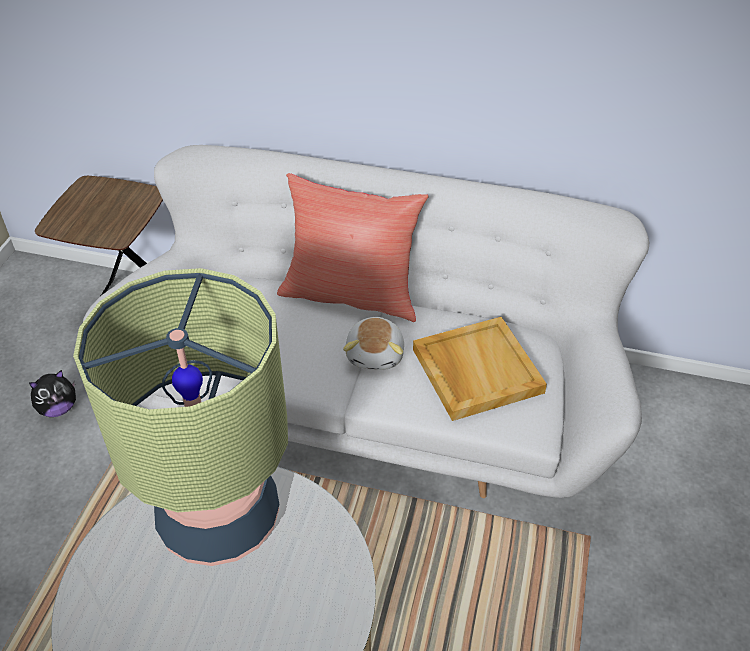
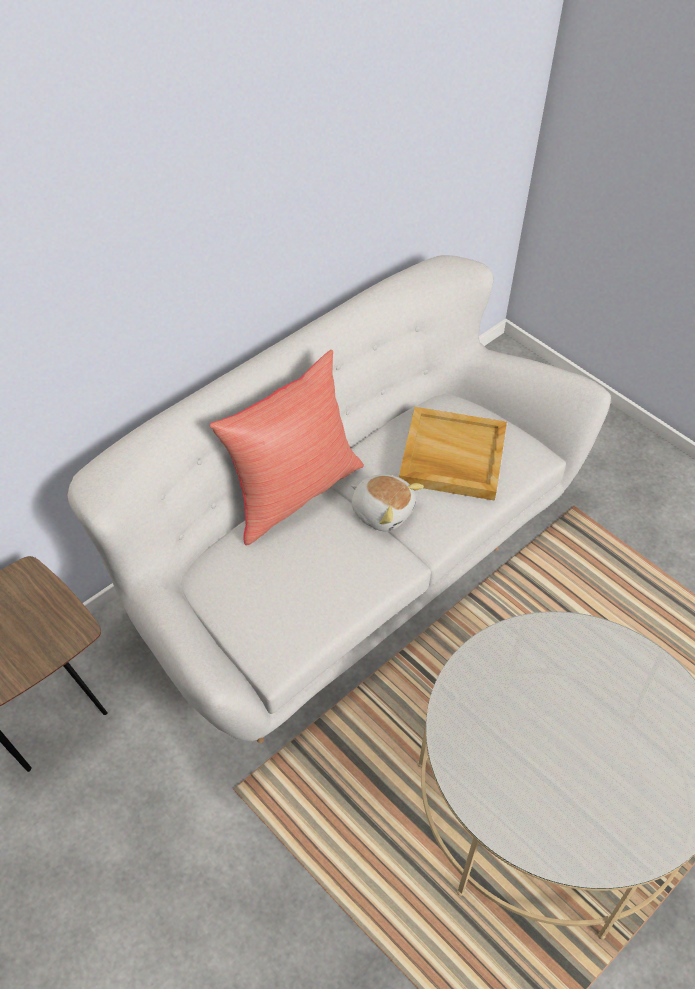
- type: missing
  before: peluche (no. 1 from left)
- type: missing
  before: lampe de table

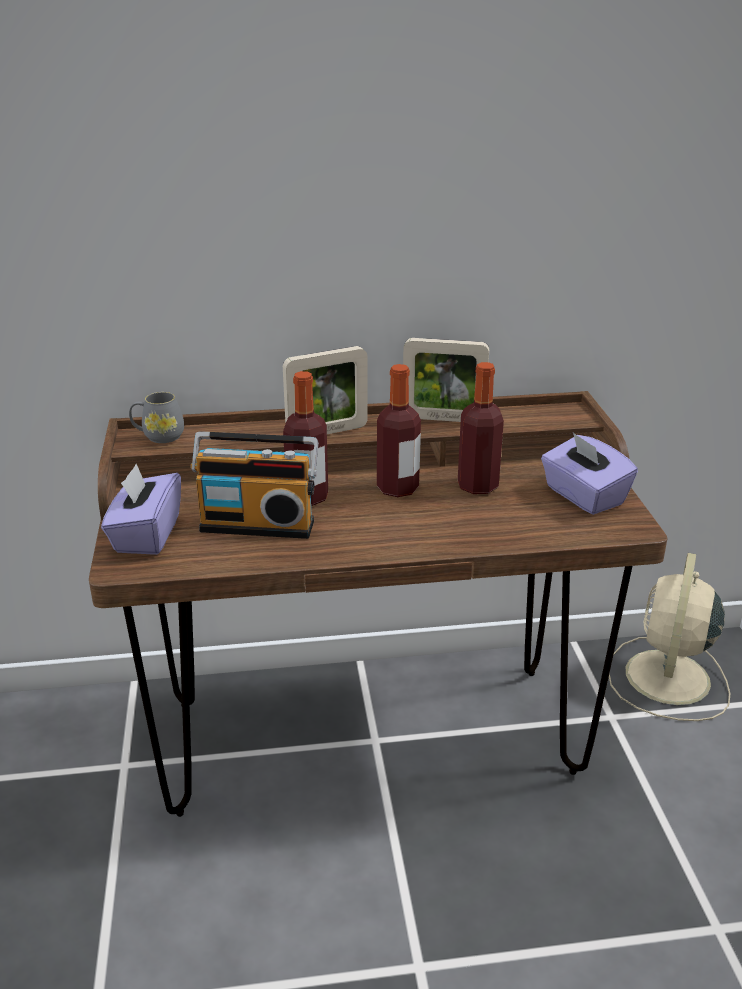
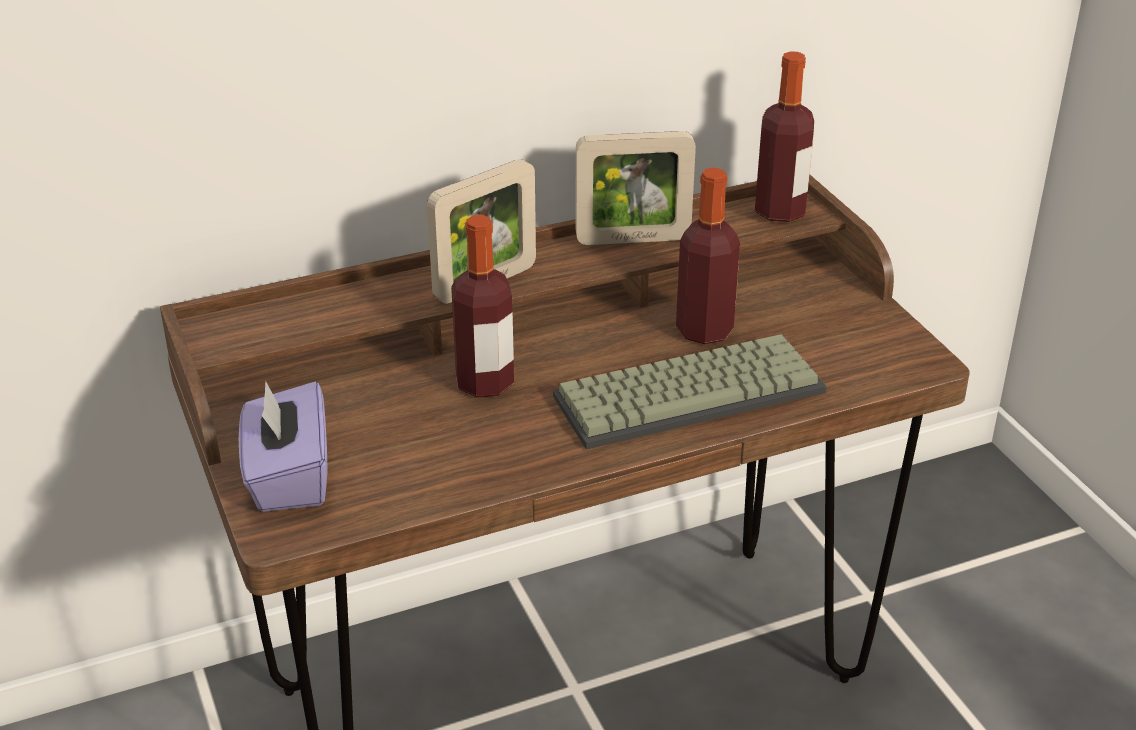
- type: missing
  before: mug (gris)
- type: missing
  before: radio
- type: relocated
  before: bouteille (no. 2 from left in the first image)
  after: bouteille (no. 3 from left)
- type: missing
  before: boîte à mouchoirs (violet) (no. 2 from left)
- type: missing
  before: ventilateur (beige)
- type: appeared
  after: clavier

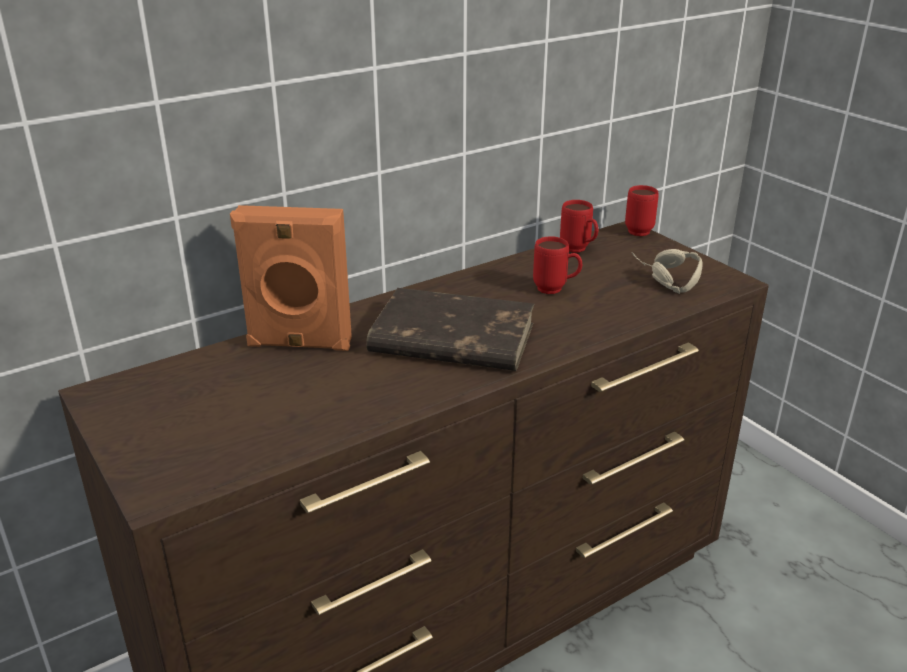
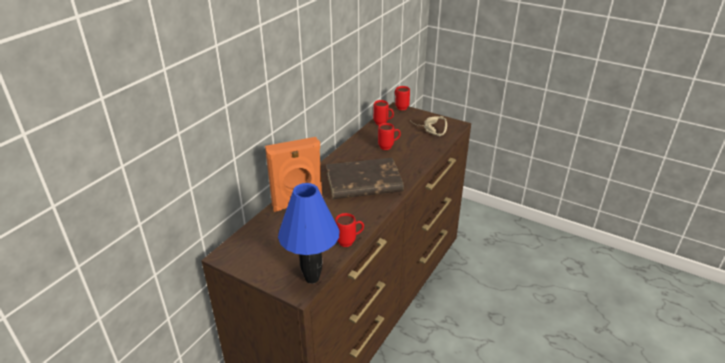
- type: appeared
  after: lampe de table (bleu)
- type: appeared
  after: mug (rouge) (no. 1 from left)

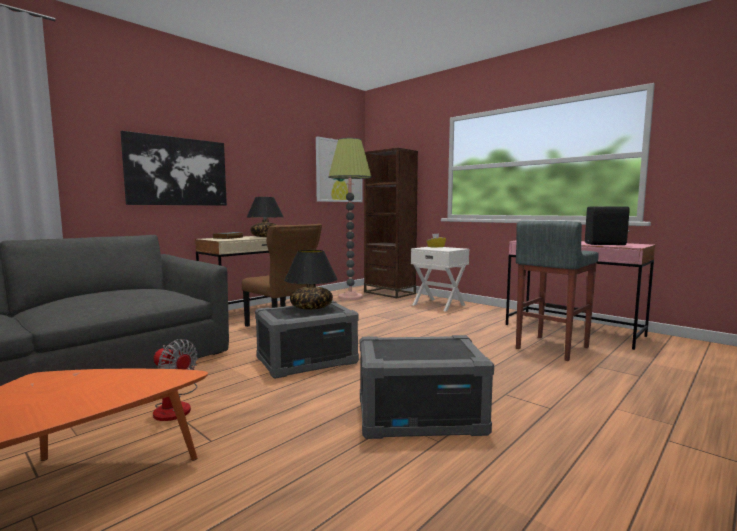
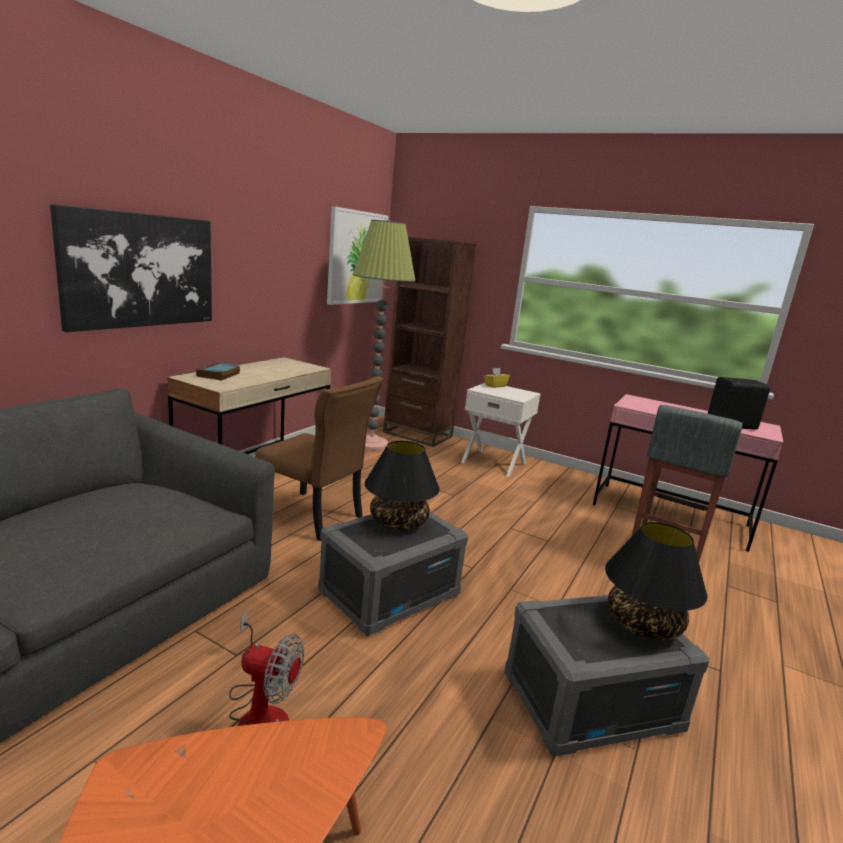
- type: relocated
  before: lampe de table (noir) (no. 1 from left in the first image)
  after: lampe de table (noir) (no. 2 from left)

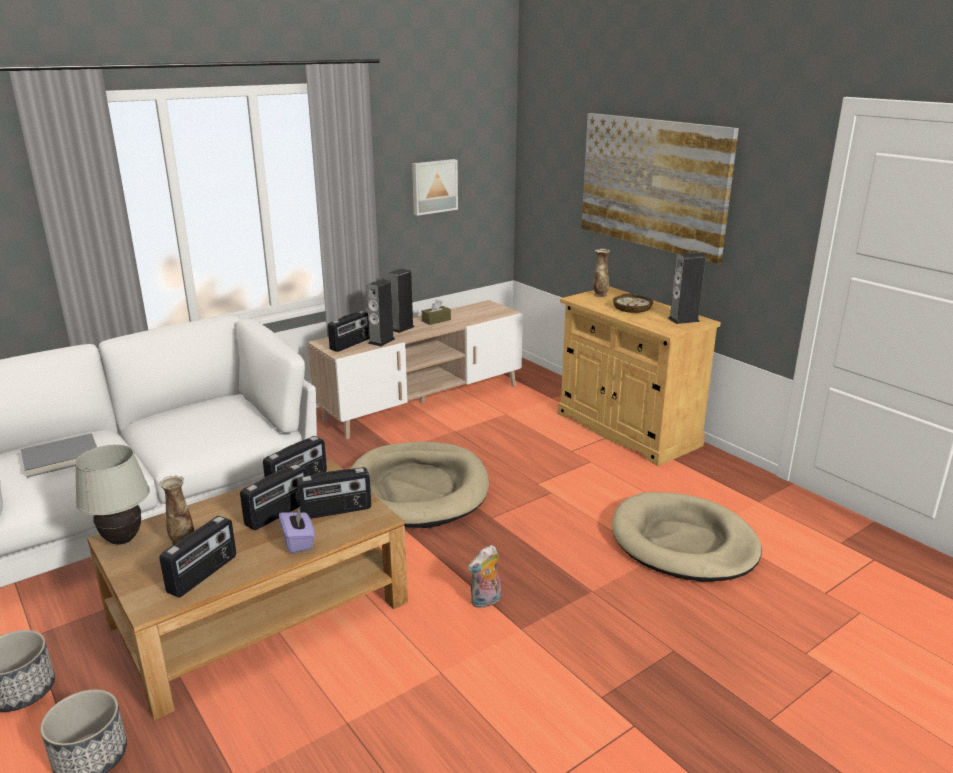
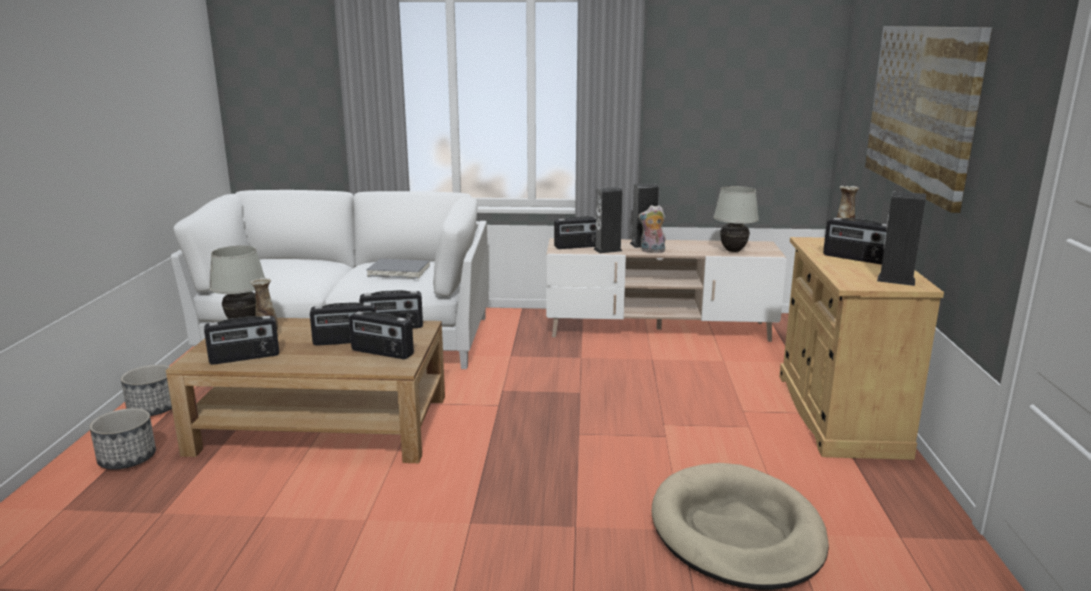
- type: relocated
  before: livre (gris)
- type: missing
  before: boîte à mouchoirs (violet)
- type: missing
  before: panier pour chien (beige) (no. 1 from left)
- type: missing
  before: tableau (no. 1 from left)
- type: missing
  before: boîte à mouchoirs (marron)
- type: relocated
  before: peluche
- type: exchanged
  before: bol
  after: radio (no. 6 from left)
- type: appeared
  after: lampe de table (blanc) (no. 2 from left)

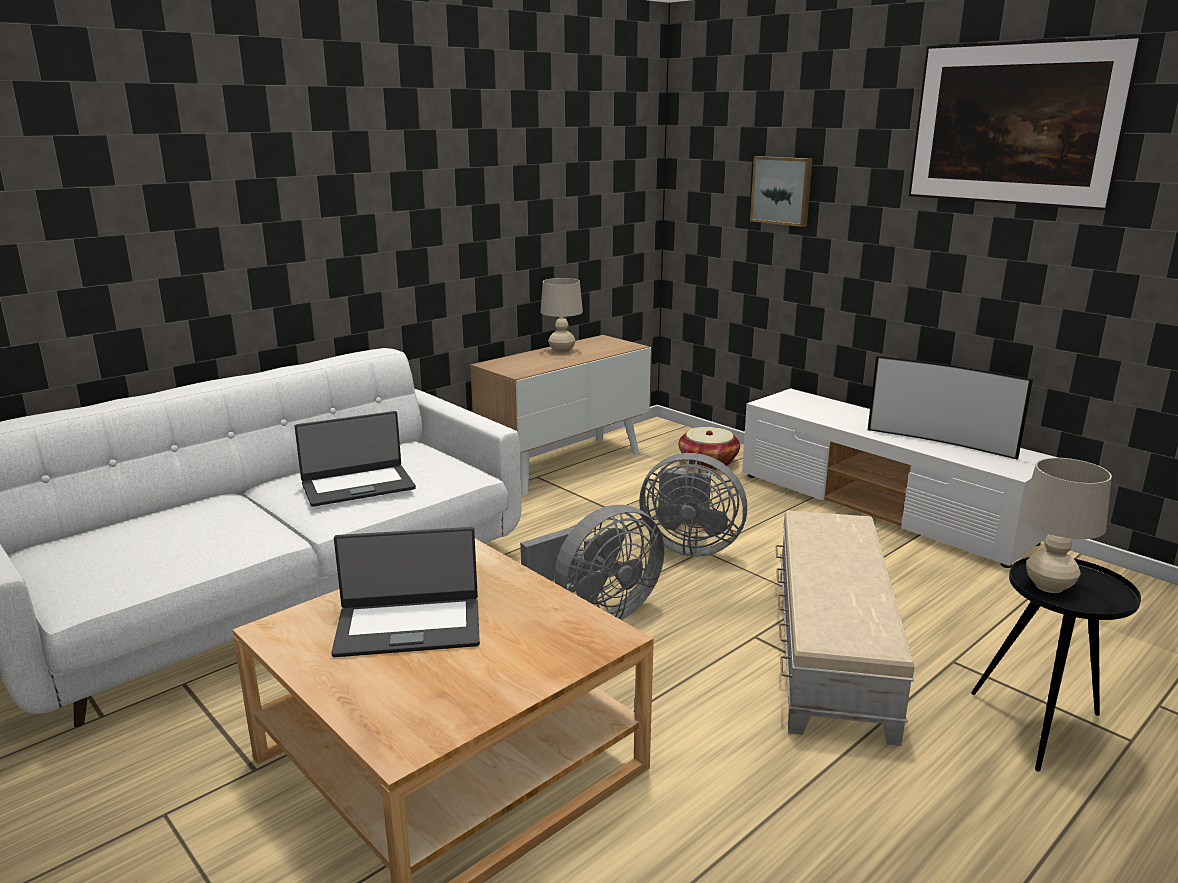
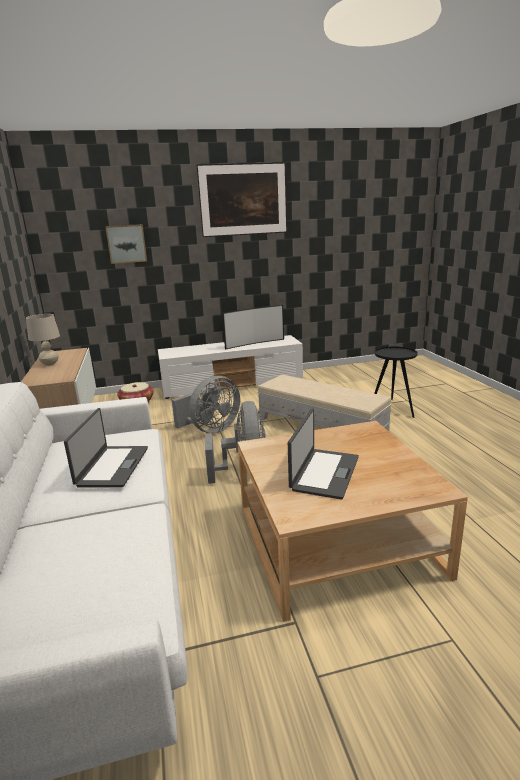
- type: missing
  before: lampe de table (beige) (no. 2 from left)

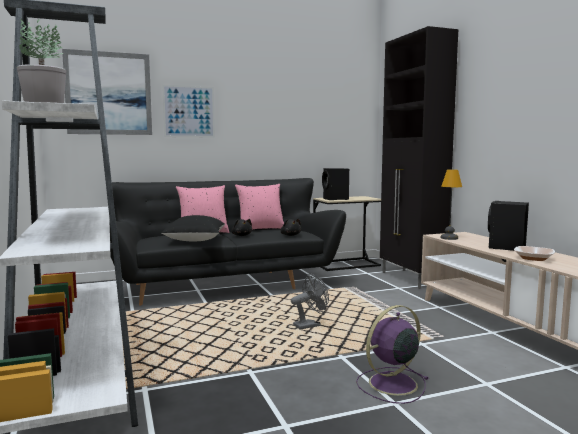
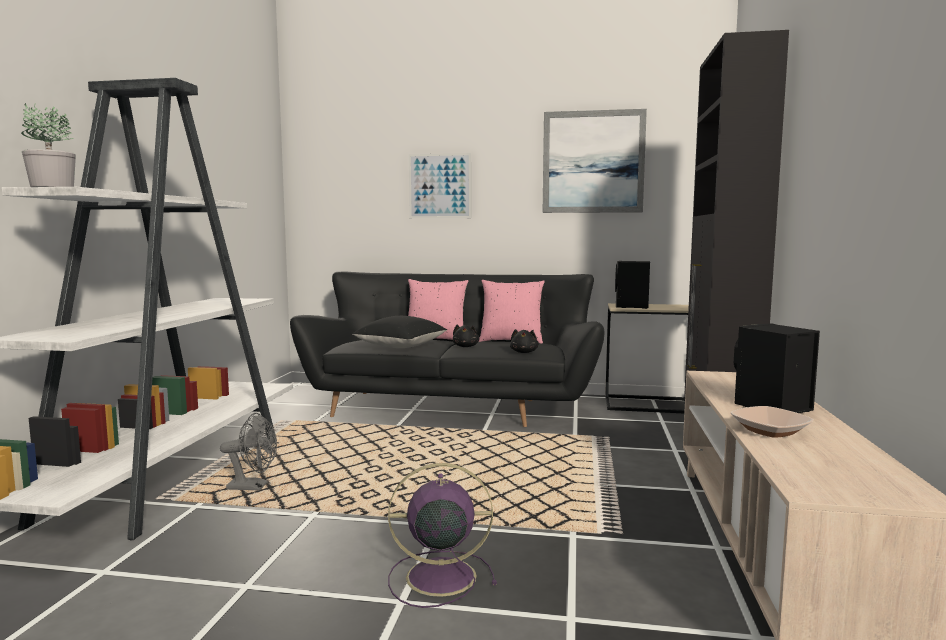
- type: relocated
  before: tableau (no. 1 from left in the first image)
  after: tableau (no. 2 from left)
- type: relocated
  before: ventilateur (gris)
- type: missing
  before: lampe de table

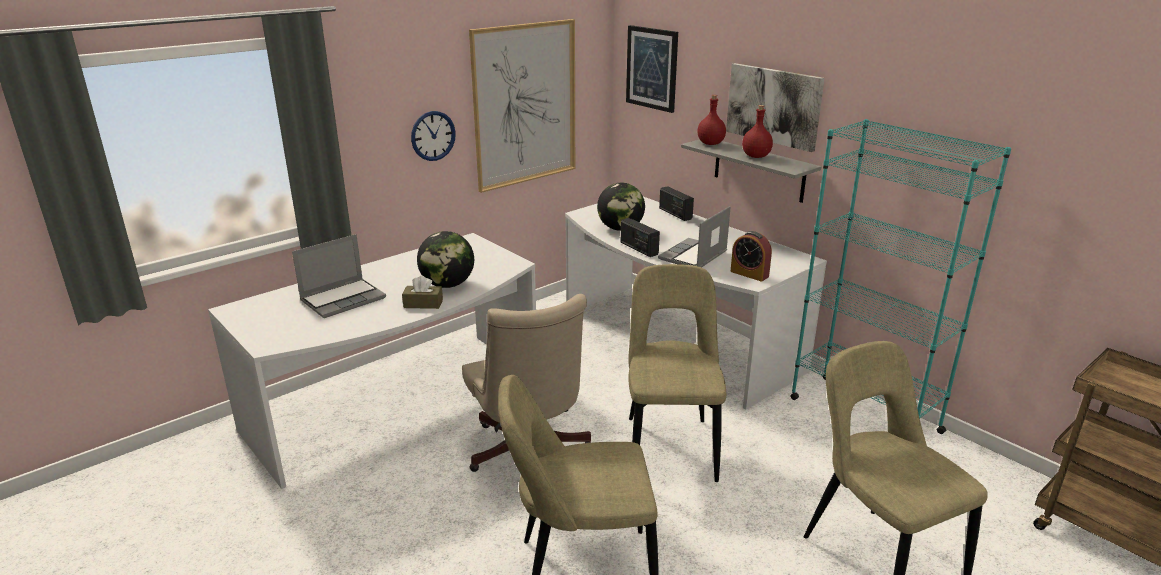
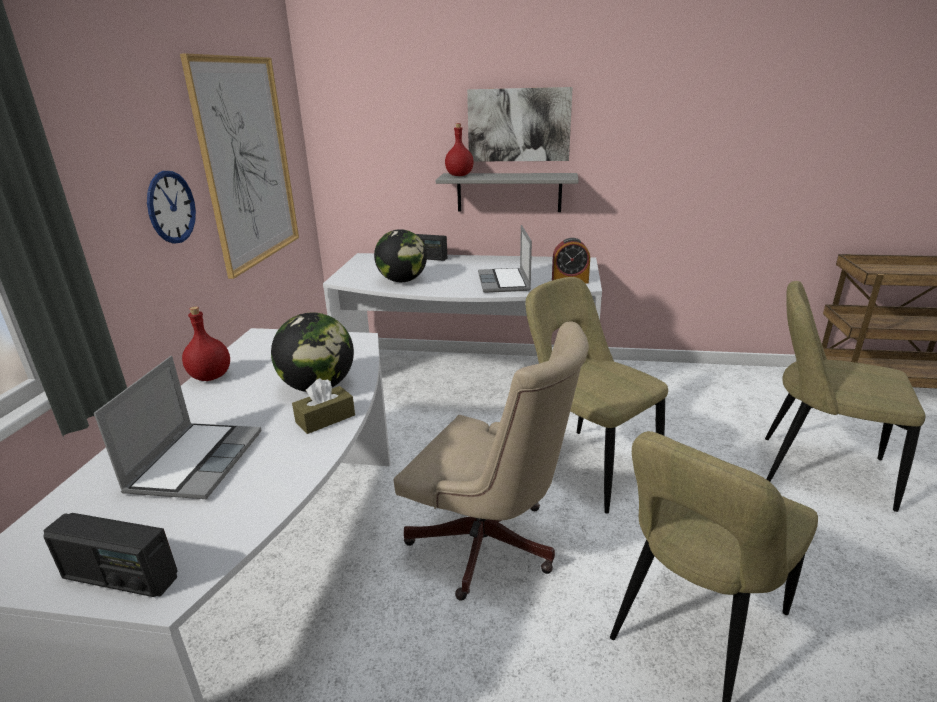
- type: relocated
  before: radio (no. 1 from left)
- type: missing
  before: tableau (no. 2 from left)
- type: relocated
  before: bouteille (rouge) (no. 2 from left in the first image)
  after: bouteille (rouge) (no. 1 from left)
- type: missing
  before: bibliothèque (turquoise)

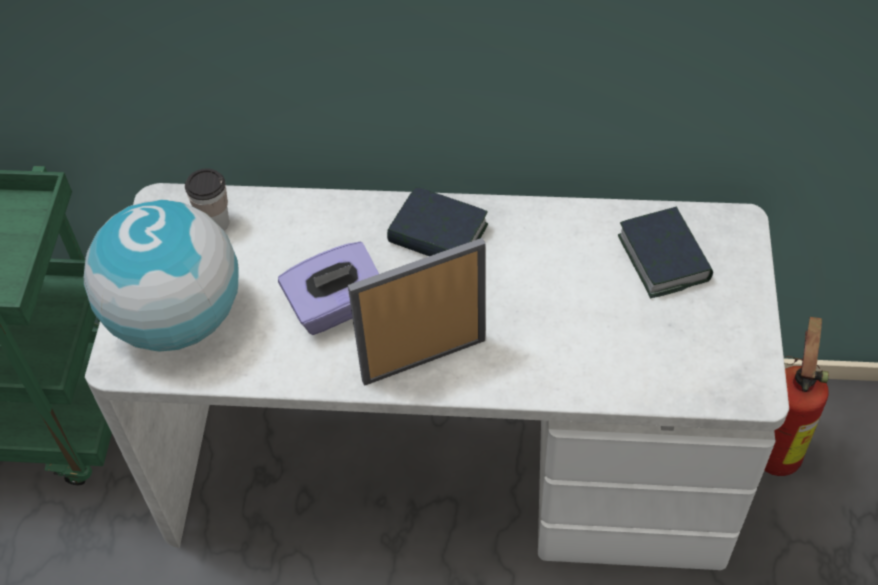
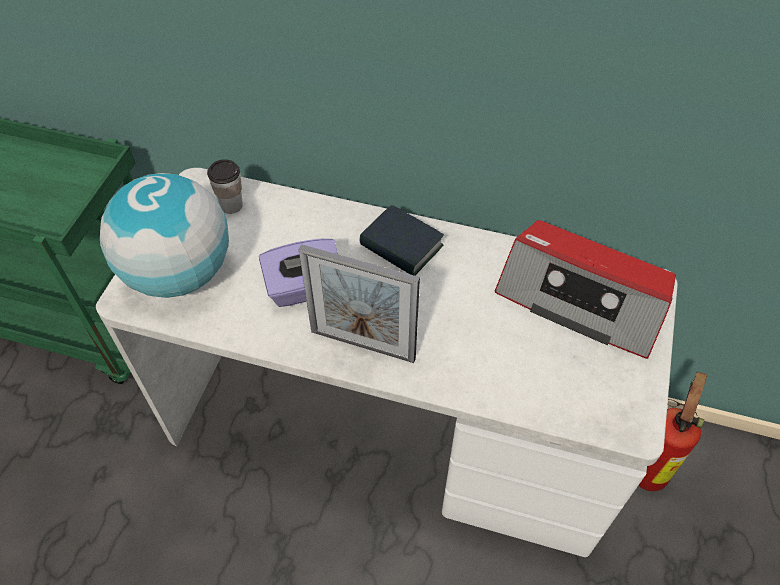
- type: spun
  before: cadre photo
  turn: -150
- type: exchanged
  before: livre (no. 2 from left)
  after: radio

